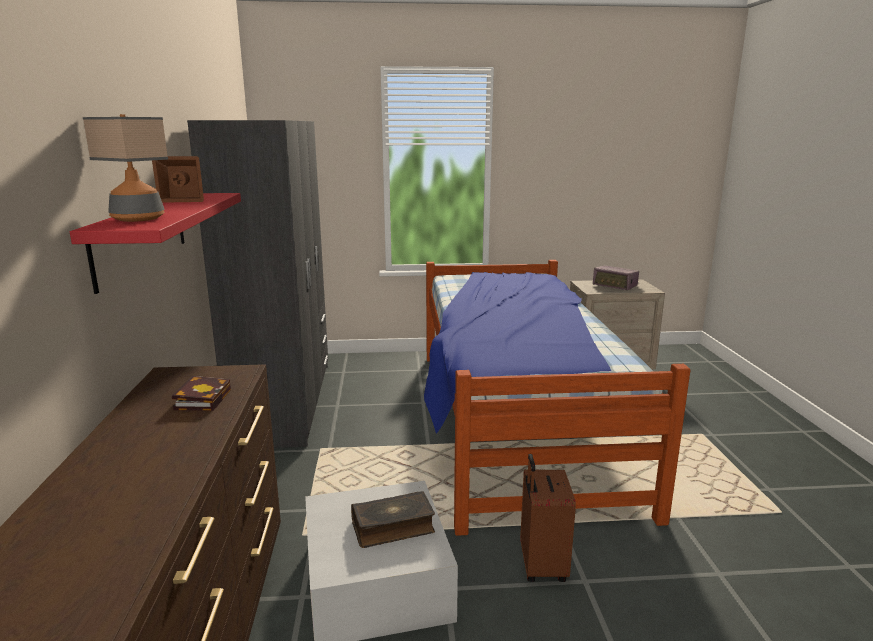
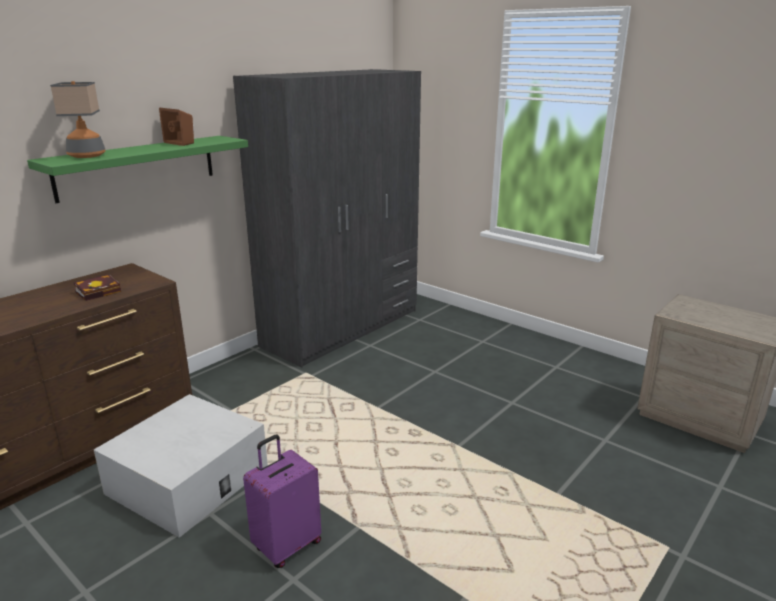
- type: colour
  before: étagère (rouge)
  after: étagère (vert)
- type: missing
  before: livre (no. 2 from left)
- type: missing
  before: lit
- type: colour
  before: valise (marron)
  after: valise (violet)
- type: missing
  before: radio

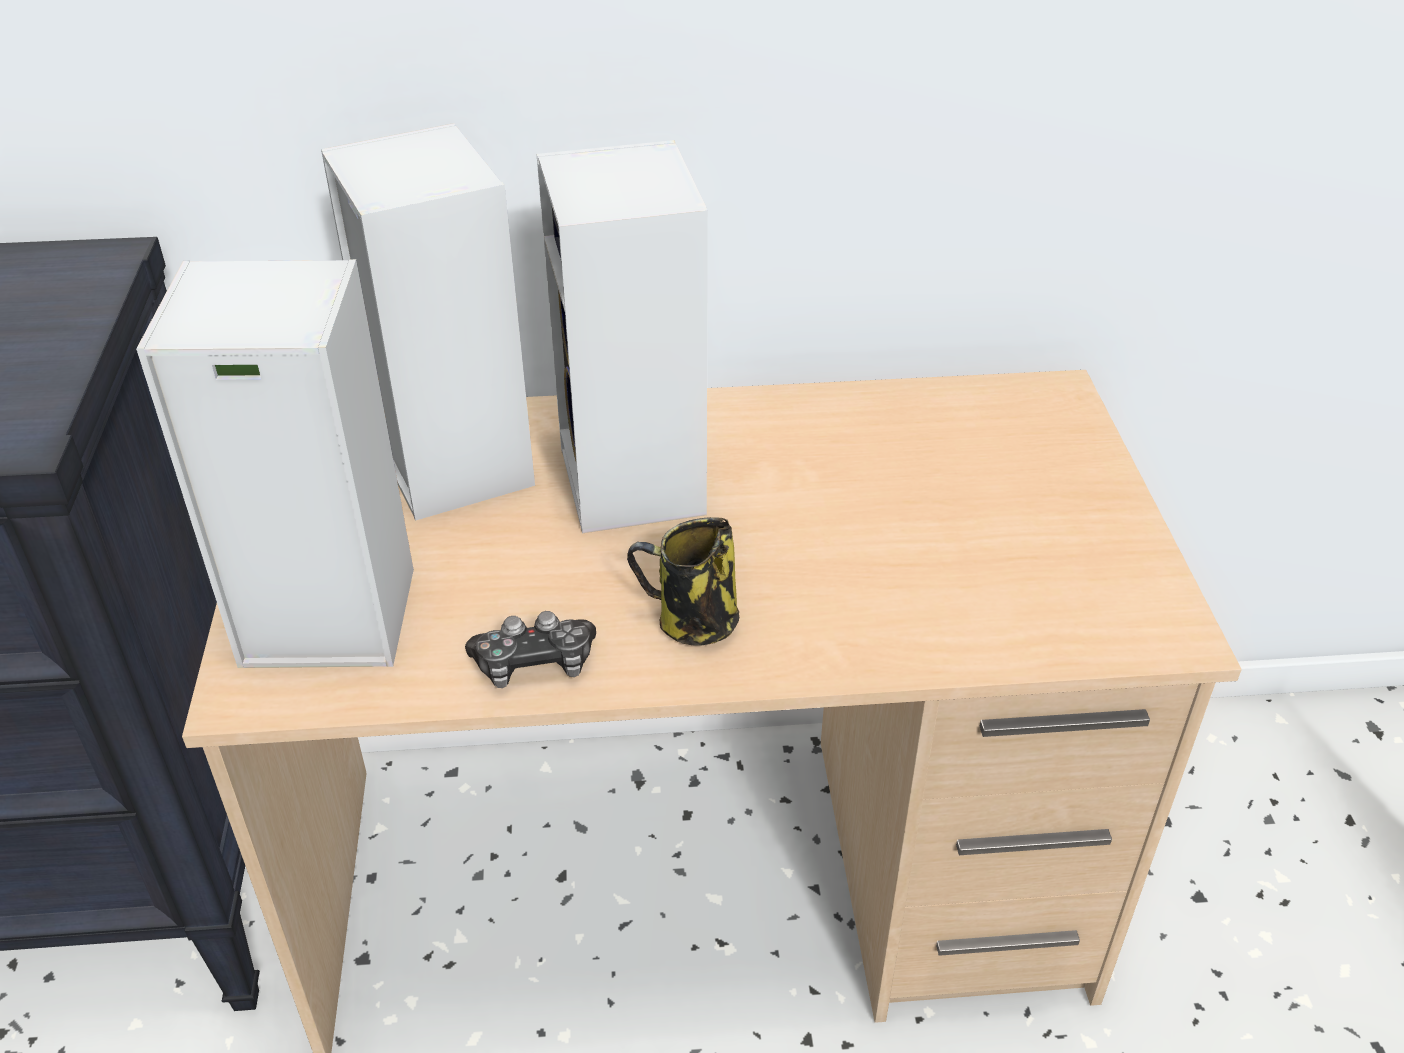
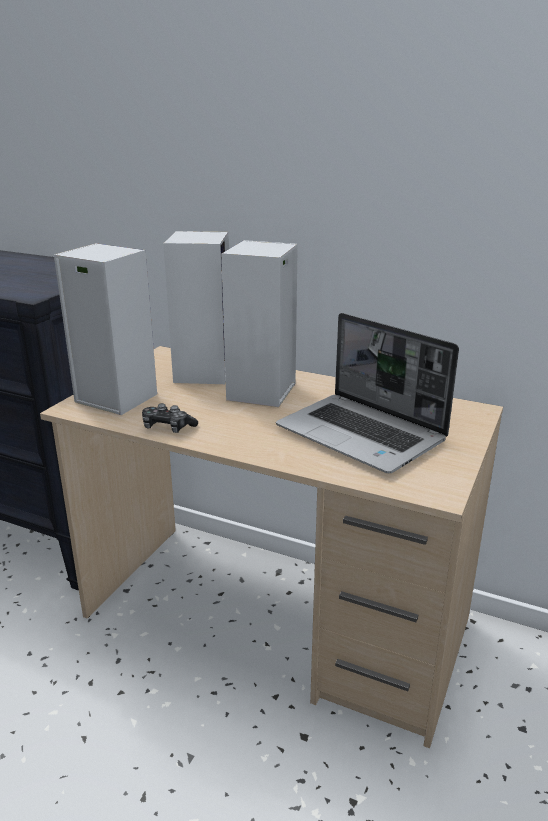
- type: missing
  before: mug
- type: appeared
  after: ordinateur portable

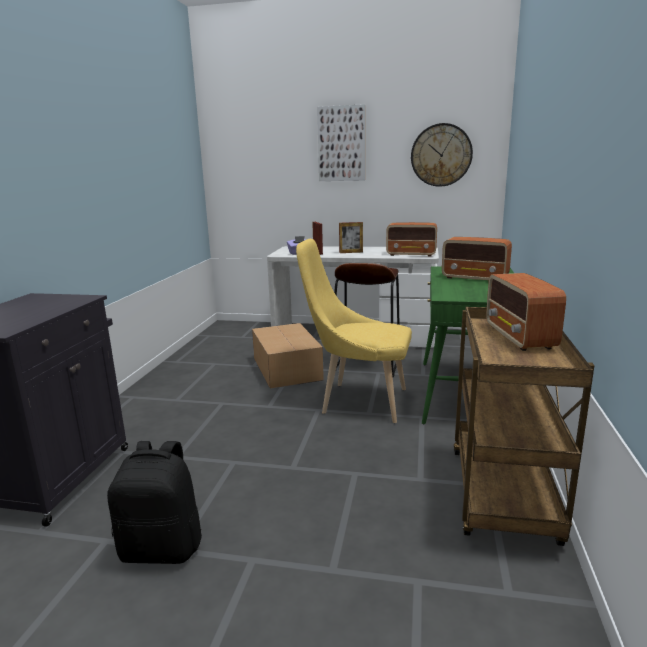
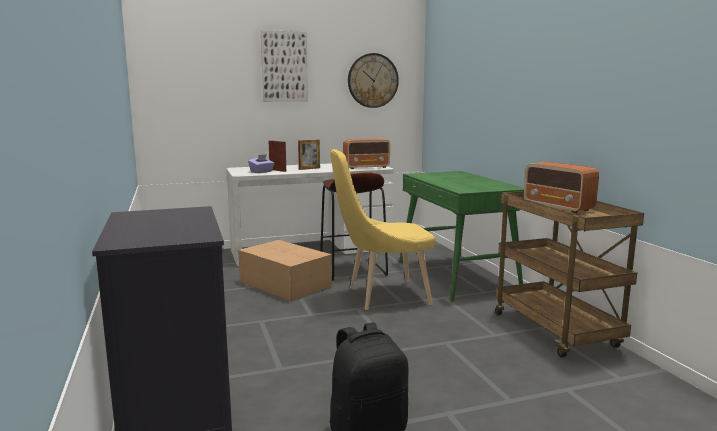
- type: missing
  before: radio (no. 2 from left)

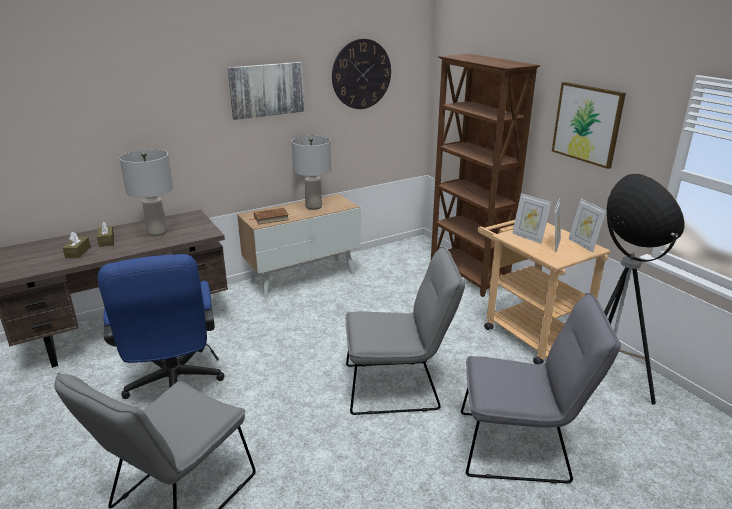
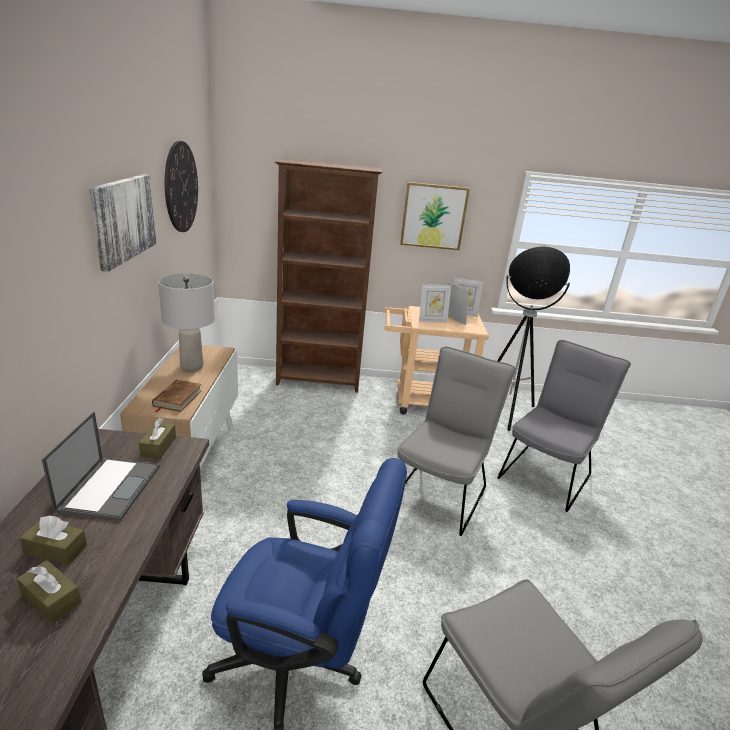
- type: exchanged
  before: lampe de table (gris) (no. 1 from left)
  after: ordinateur portable
- type: appeared
  after: boîte à mouchoirs (marron) (no. 3 from left)

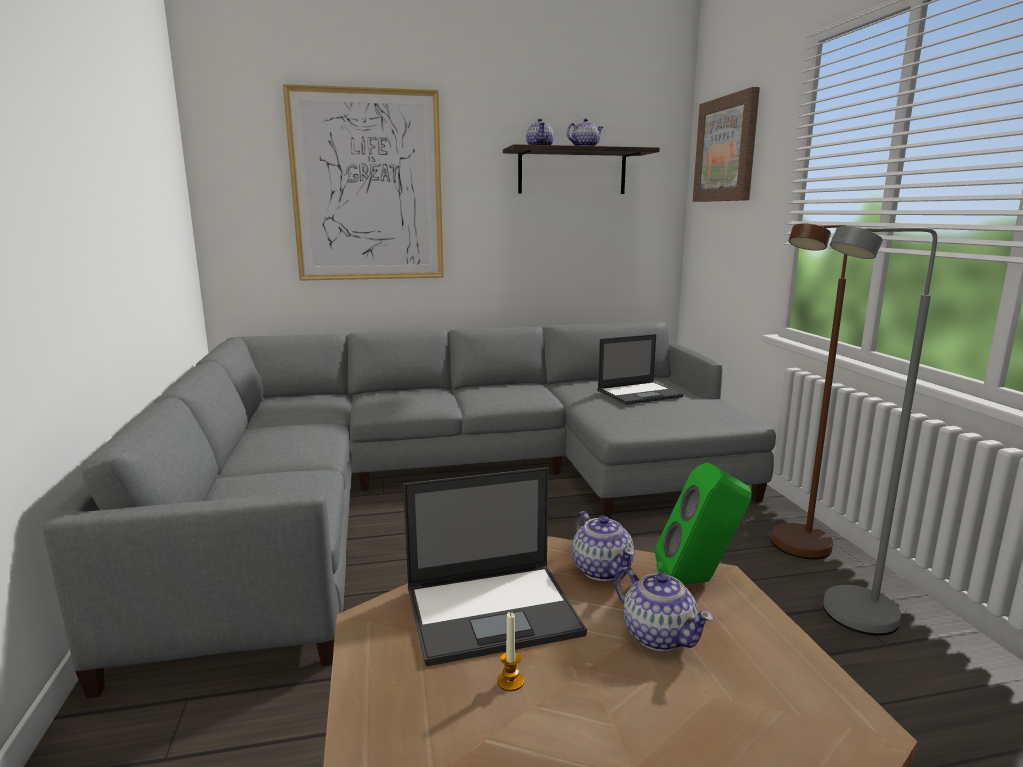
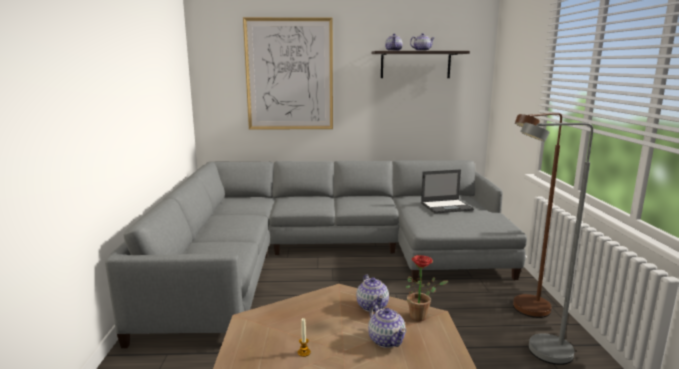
- type: missing
  before: ordinateur portable (no. 1 from left)
- type: exchanged
  before: enceinte (vert)
  after: plante en pot
- type: missing
  before: tableau (no. 2 from left)

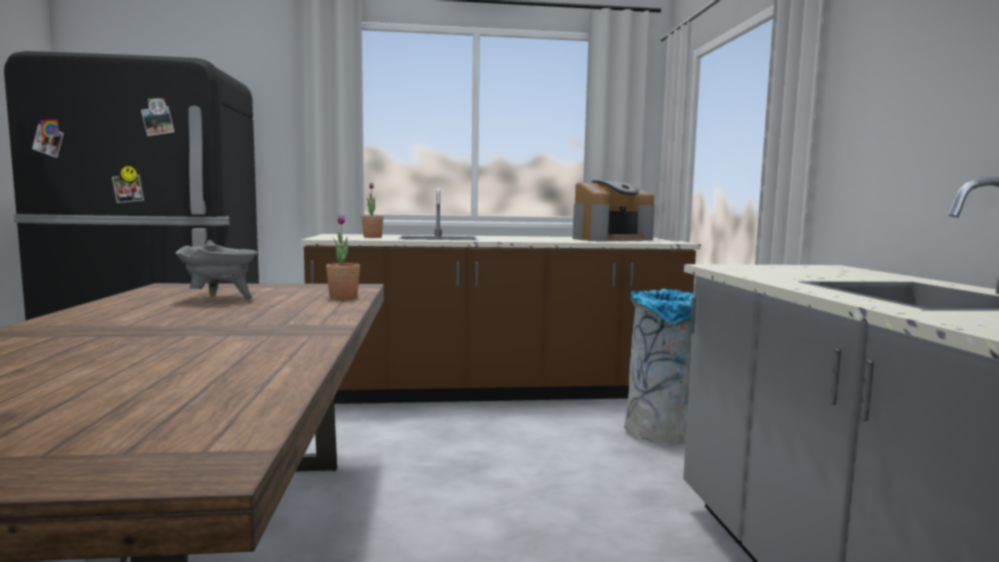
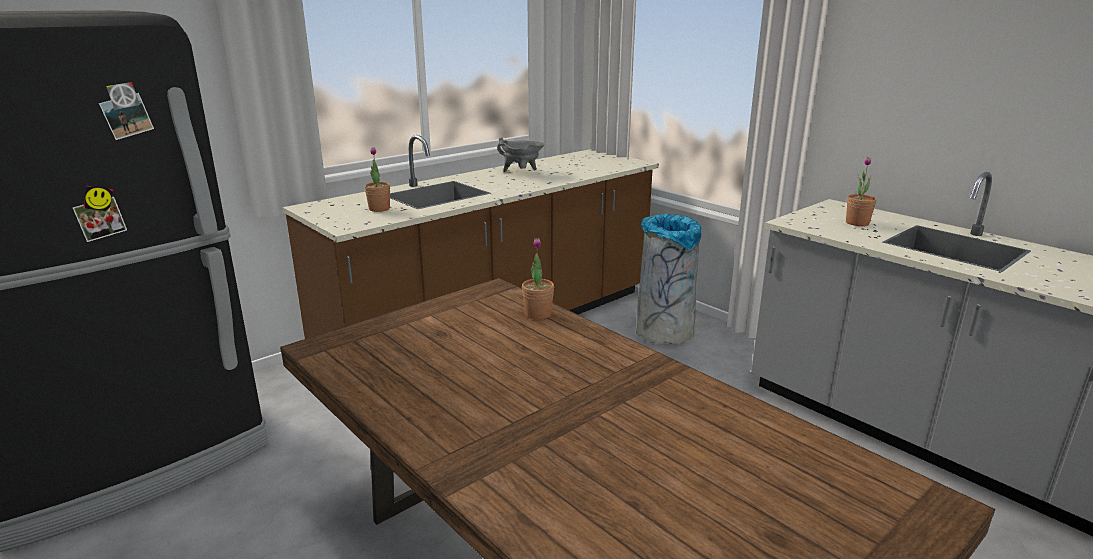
- type: relocated
  before: marmite (gris)
- type: missing
  before: machine à café
- type: appeared
  after: plante en pot (no. 3 from left)

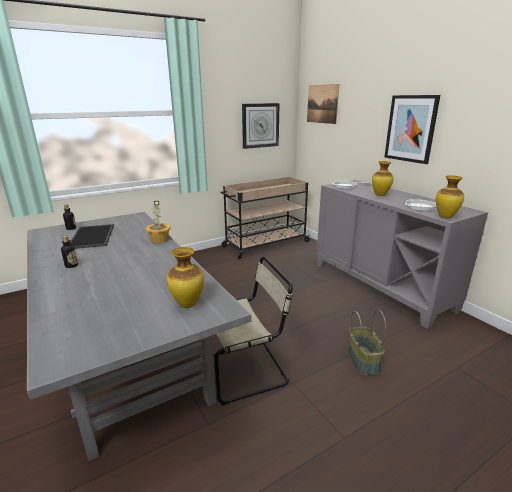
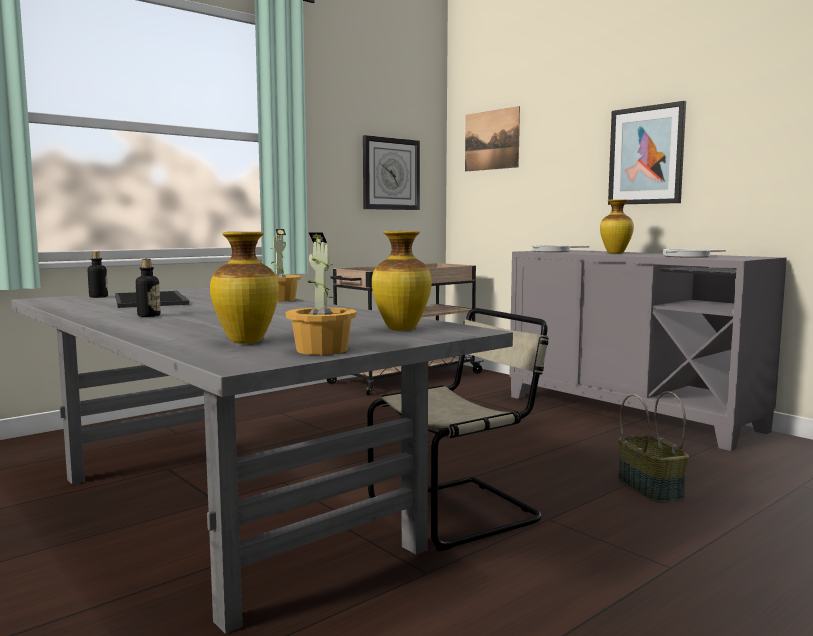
- type: relocated
  before: vase (no. 3 from left in the first image)
  after: vase (no. 1 from left)
- type: appeared
  after: plante en pot (no. 2 from left)

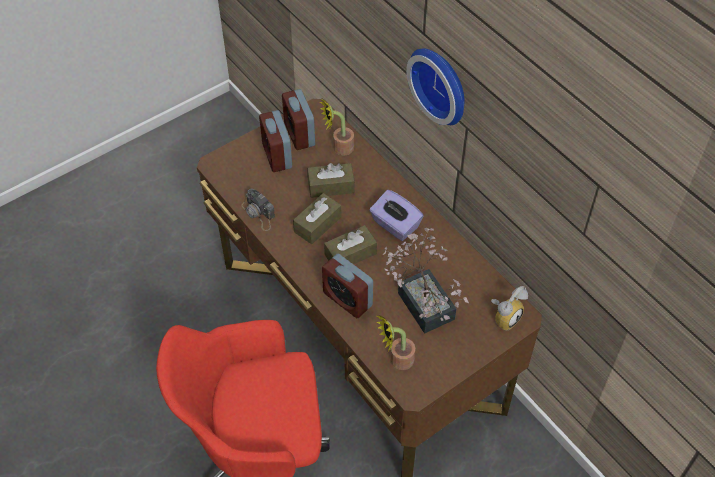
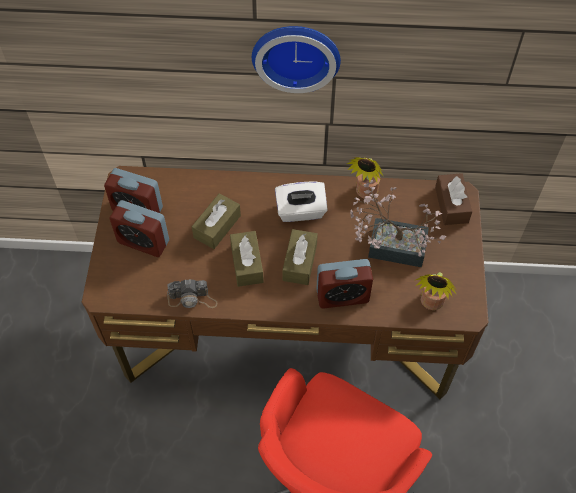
- type: relocated
  before: plante en pot (no. 1 from left)
- type: colour
  before: boîte à mouchoirs (violet)
  after: boîte à mouchoirs (blanc)
- type: exchanged
  before: réveil (no. 4 from left)
  after: boîte à mouchoirs (marron) (no. 4 from left)

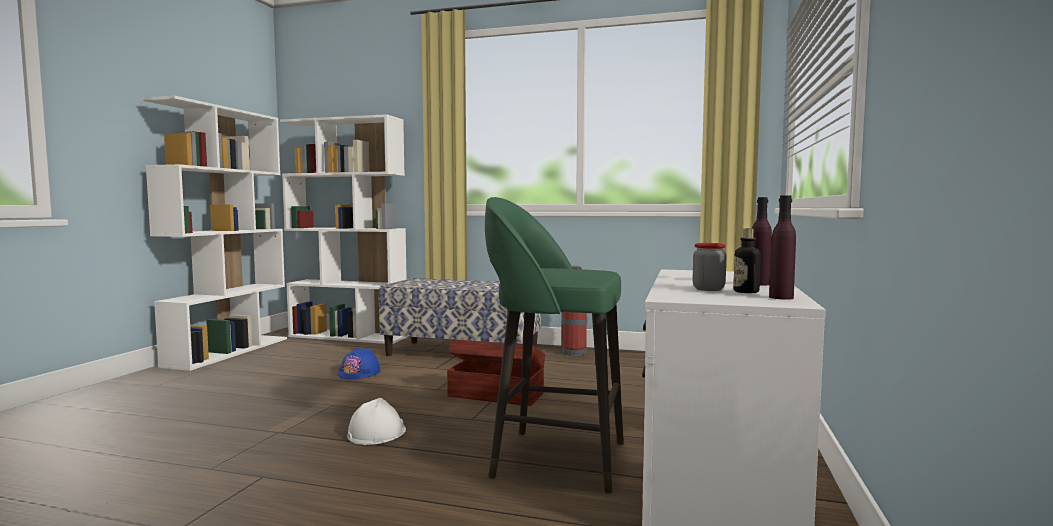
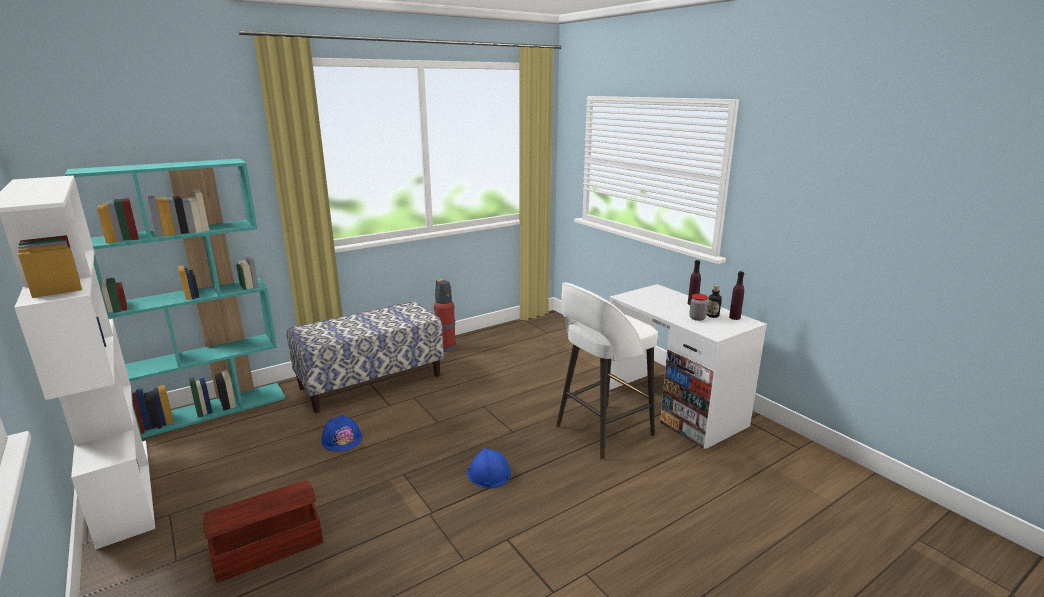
- type: colour
  before: bibliothèque (blanc) (no. 2 from left)
  after: bibliothèque (turquoise)
- type: colour
  before: casque de chantier (blanc)
  after: casque de chantier (bleu) (no. 2 from left)
- type: relocated
  before: boîte de rangement (marron)
- type: colour
  before: tabouret (vert)
  after: tabouret (blanc)

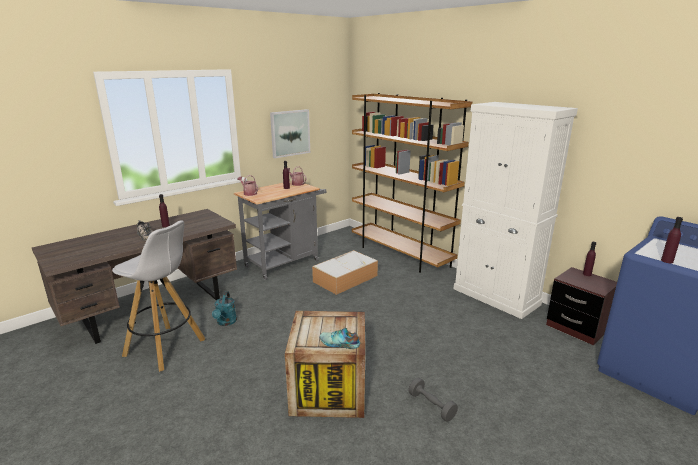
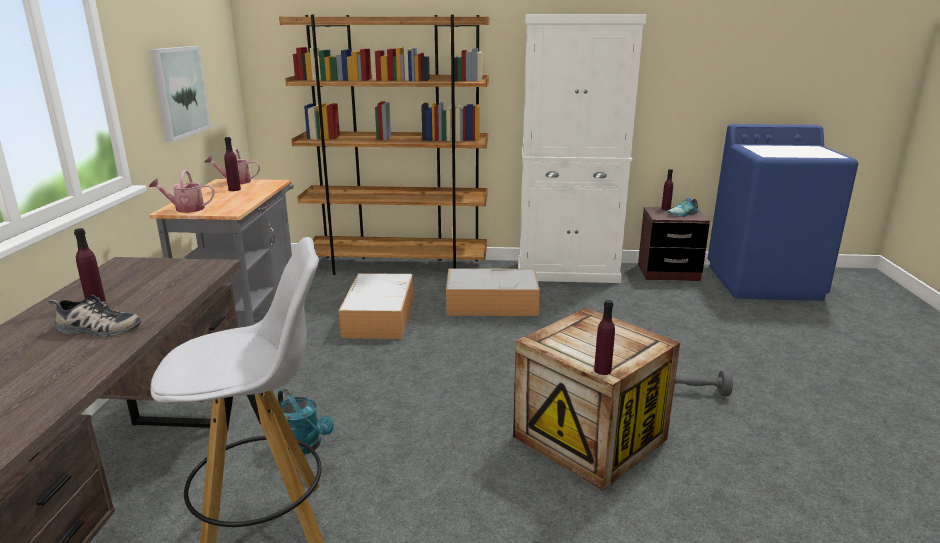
- type: relocated
  before: chaussure (no. 2 from left)
- type: relocated
  before: bouteille (violet) (no. 4 from left in the first image)
  after: bouteille (violet) (no. 3 from left)
- type: appeared
  after: boîte de rangement (no. 2 from left)

